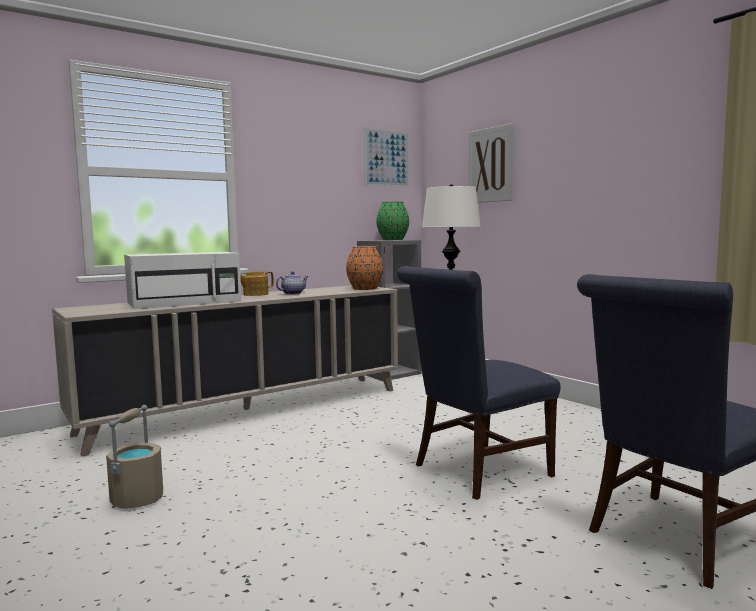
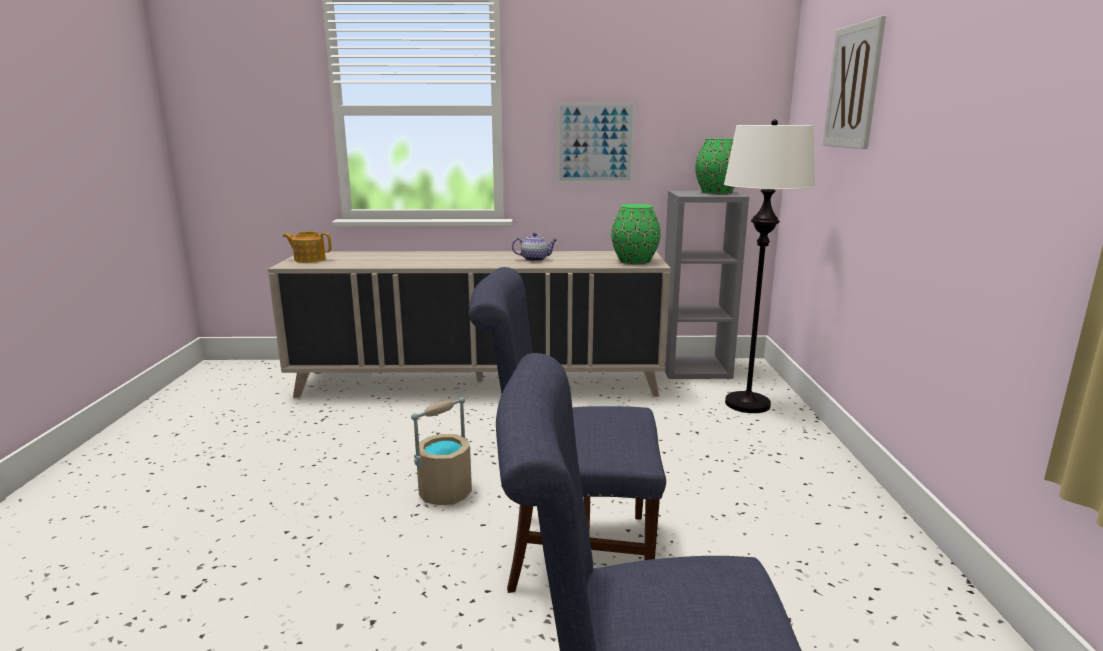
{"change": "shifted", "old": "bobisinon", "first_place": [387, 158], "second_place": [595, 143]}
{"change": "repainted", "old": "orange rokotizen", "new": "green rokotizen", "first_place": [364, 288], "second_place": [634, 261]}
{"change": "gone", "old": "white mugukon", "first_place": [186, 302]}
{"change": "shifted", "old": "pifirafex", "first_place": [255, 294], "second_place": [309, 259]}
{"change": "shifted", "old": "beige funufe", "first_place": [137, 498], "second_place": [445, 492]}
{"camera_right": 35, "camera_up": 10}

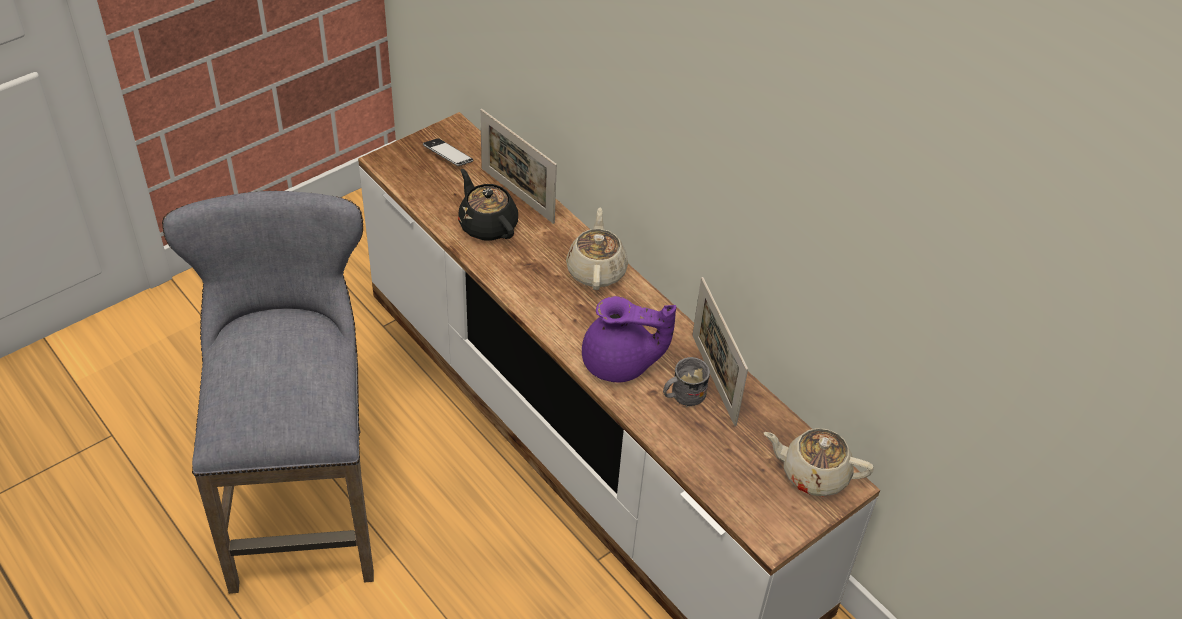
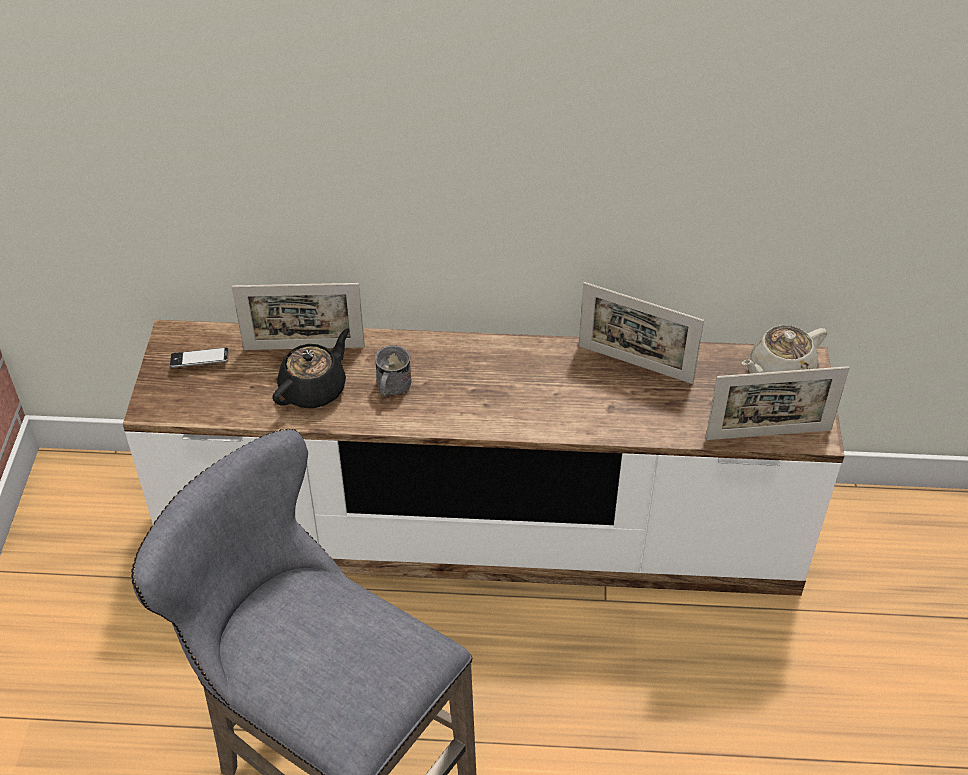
{"change": "rotated", "old": "black pifirafex", "first_place": [487, 224], "second_place": [314, 389], "degrees": 120}
{"change": "gone", "old": "beige pifirafex", "first_place": [596, 270]}
{"change": "gone", "old": "purple pifirafex", "first_place": [620, 364]}
{"change": "shifted", "old": "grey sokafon", "first_place": [682, 395], "second_place": [391, 388]}
{"change": "new", "new": "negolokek", "second_place": [768, 434]}
{"camera_right": -45, "camera_up": 0}

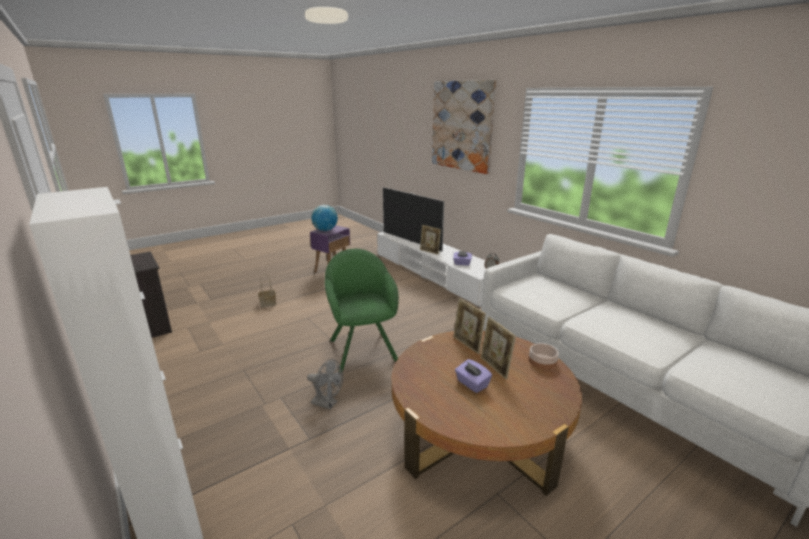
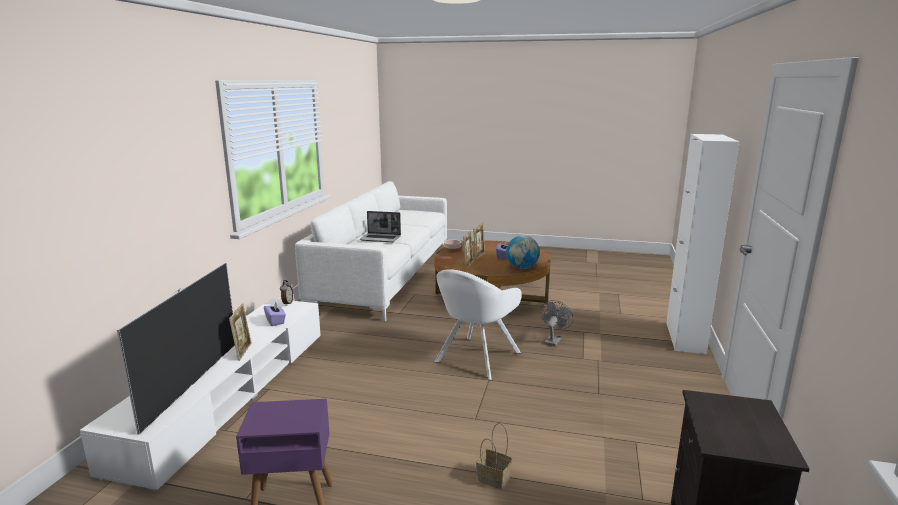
{"change": "gone", "old": "bobisinon", "first_place": [462, 126]}
{"change": "shifted", "old": "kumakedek", "first_place": [325, 230], "second_place": [522, 268]}
{"change": "repainted", "old": "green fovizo", "new": "white fovizo", "first_place": [362, 348], "second_place": [475, 359]}
{"change": "rotated", "old": "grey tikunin", "first_place": [327, 403], "second_place": [553, 340], "degrees": 45}
{"change": "new", "new": "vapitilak", "second_place": [381, 238]}
{"camera_right": -130, "camera_up": -5}

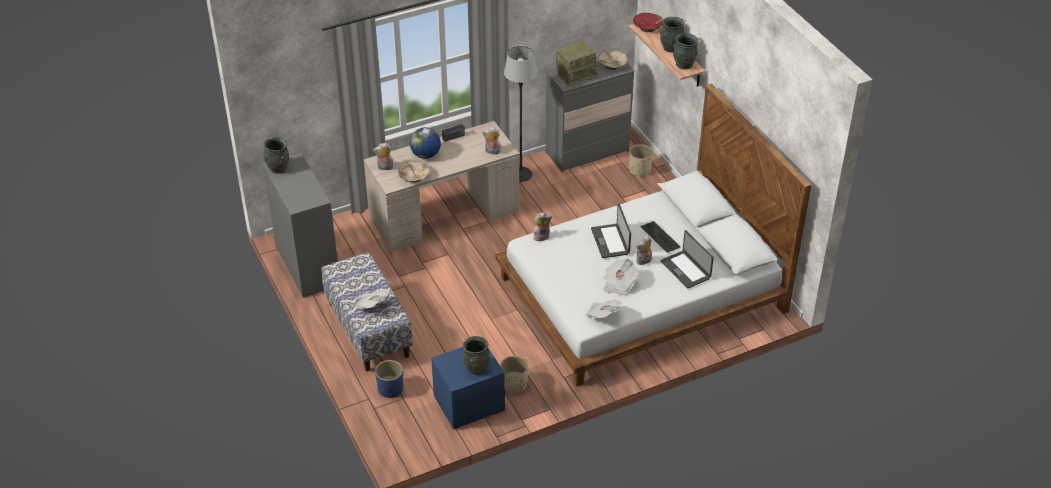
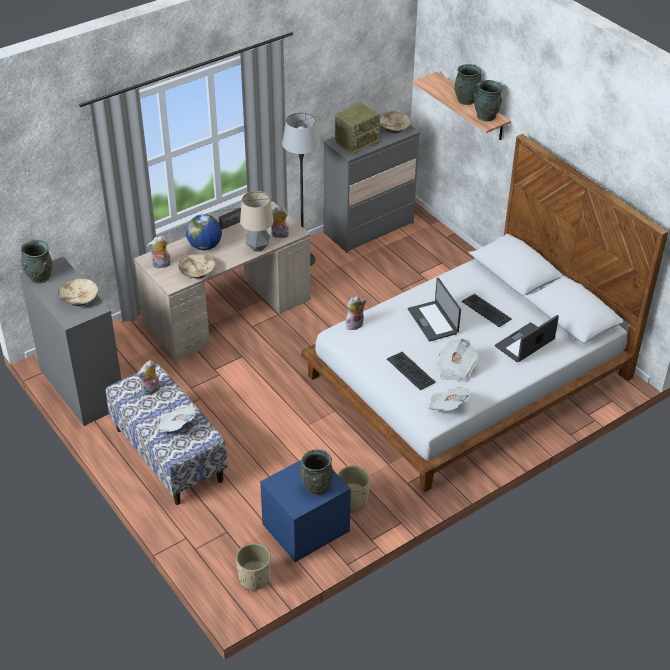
{"change": "gone", "old": "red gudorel", "first_place": [648, 27]}
{"change": "shifted", "old": "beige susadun", "first_place": [639, 170], "second_place": [254, 578]}
{"change": "rotated", "old": "vapitilak", "first_place": [686, 269], "second_place": [525, 344], "degrees": 90}
{"change": "shifted", "old": "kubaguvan", "first_place": [644, 261], "second_place": [151, 391]}
{"change": "gone", "old": "blue susadun", "first_place": [390, 389]}
{"change": "new", "new": "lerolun", "second_place": [257, 247]}
{"change": "new", "new": "beige gudorel", "second_place": [79, 299]}
{"change": "new", "new": "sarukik", "second_place": [411, 371]}
{"camera_right": -10, "camera_up": 0}

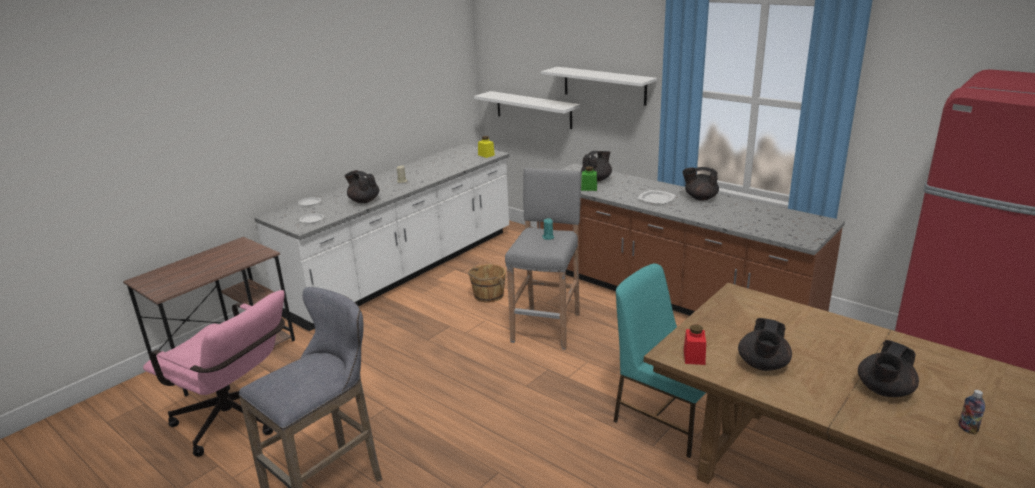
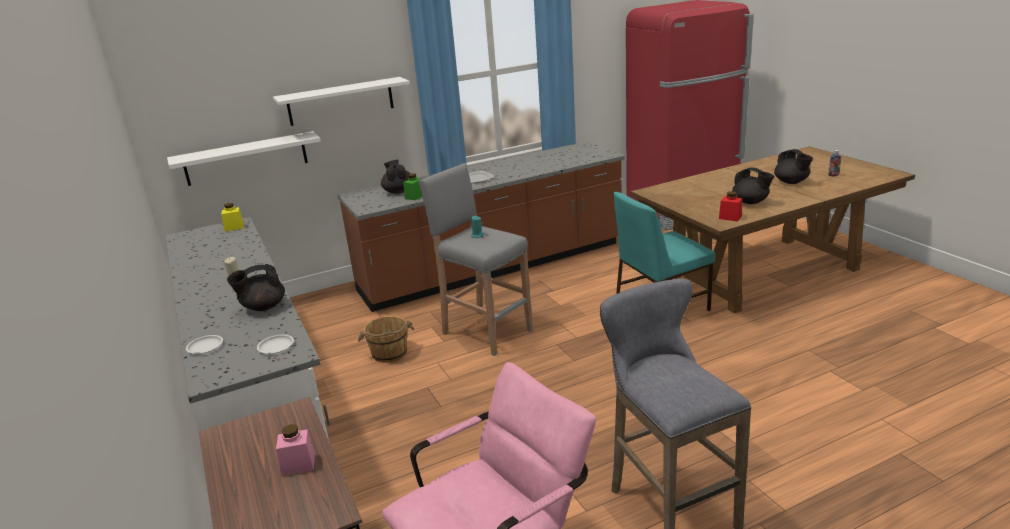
{"change": "gone", "old": "black pifirafex", "first_place": [700, 198]}
{"change": "new", "new": "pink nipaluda", "second_place": [298, 464]}
{"camera_right": -65, "camera_up": 0}

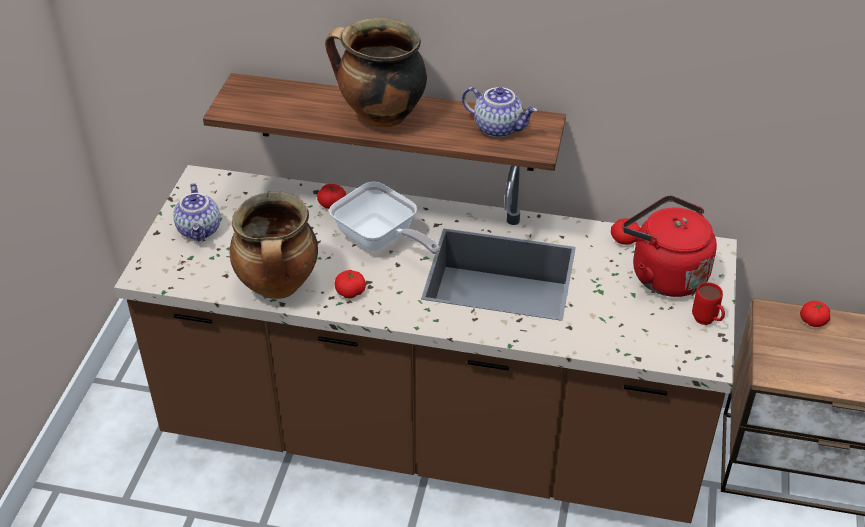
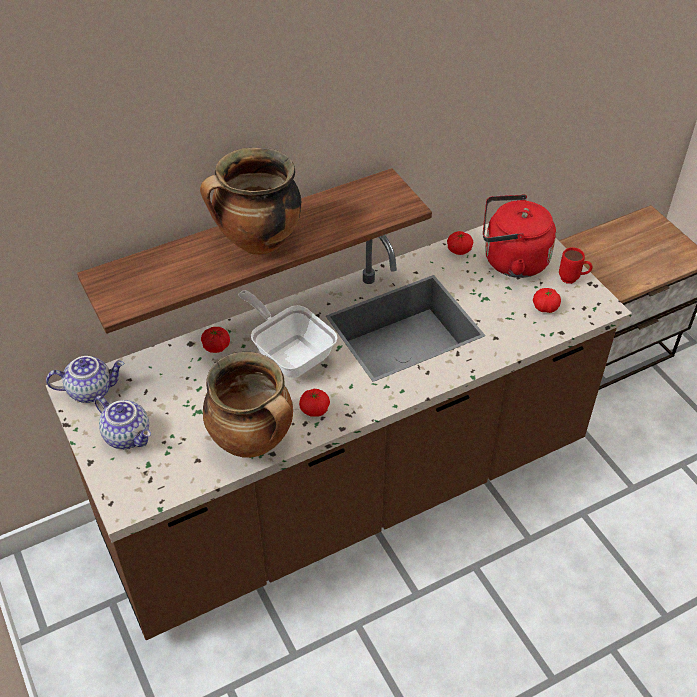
{"change": "shifted", "old": "pifirafex", "first_place": [499, 128], "second_place": [91, 390]}
{"change": "rotated", "old": "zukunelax", "first_place": [380, 241], "second_place": [290, 354], "degrees": -135}
{"change": "shifted", "old": "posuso", "first_place": [813, 321], "second_place": [545, 307]}
{"camera_right": -40, "camera_up": 5}

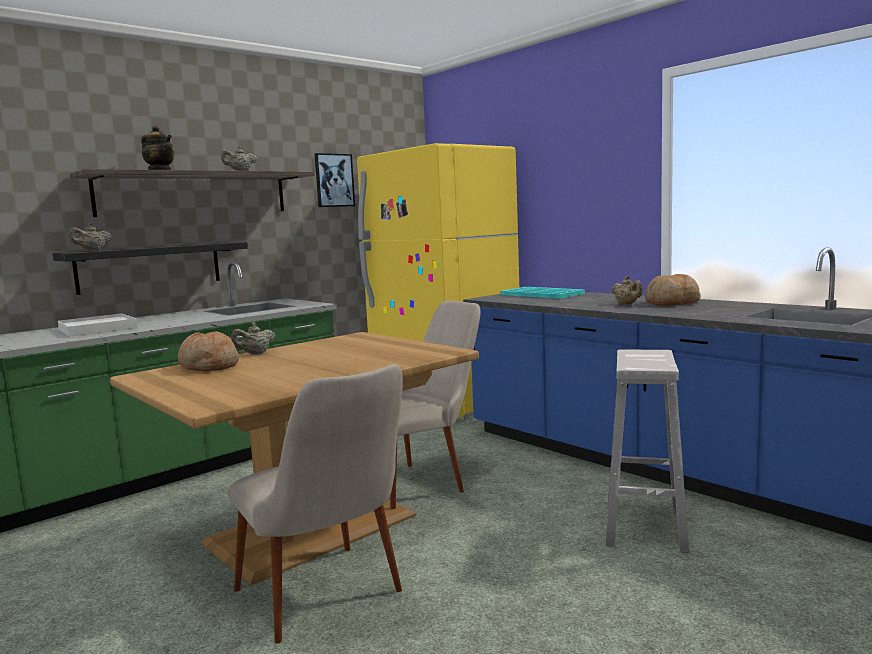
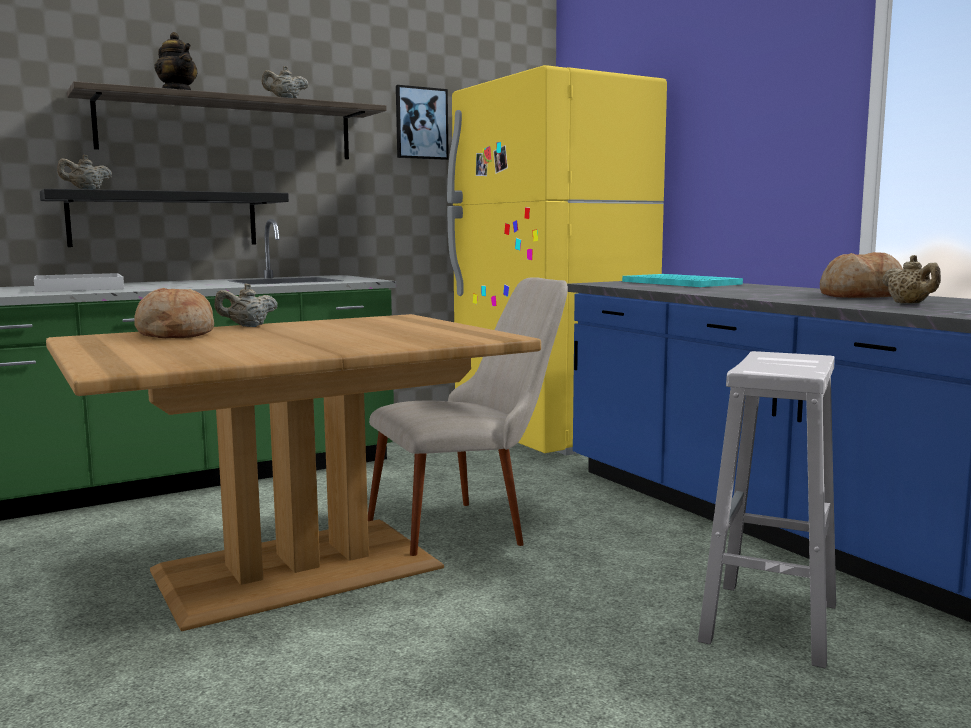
{"change": "shifted", "old": "beige pifirafex", "first_place": [627, 304], "second_place": [909, 304]}
{"change": "gone", "old": "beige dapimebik", "first_place": [330, 603]}
{"camera_right": 10, "camera_up": 0}

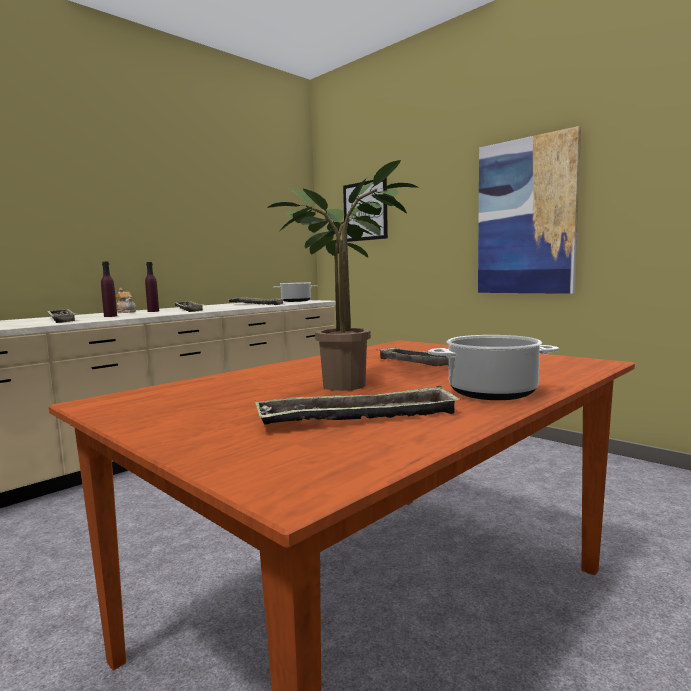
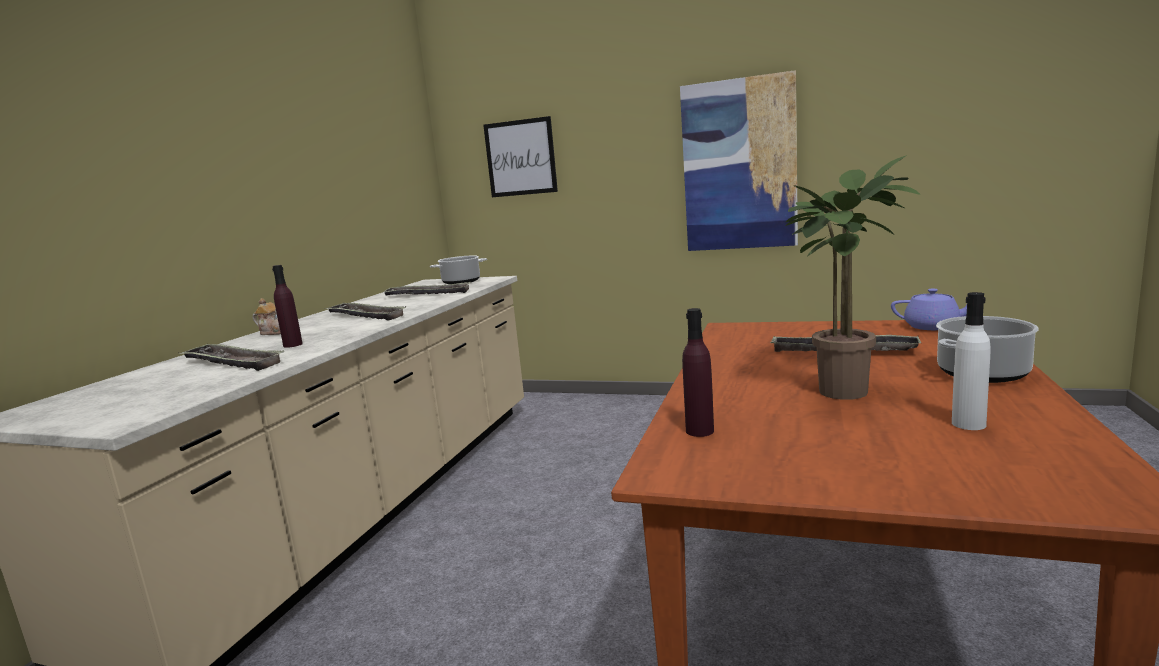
{"change": "shifted", "old": "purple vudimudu", "first_place": [153, 311], "second_place": [699, 431]}
{"change": "swapped", "old": "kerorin", "new": "white vudimudu", "first_place": [359, 417], "second_place": [968, 424]}
{"change": "new", "new": "purple pifirafex", "second_place": [933, 327]}
{"camera_right": -25, "camera_up": 5}

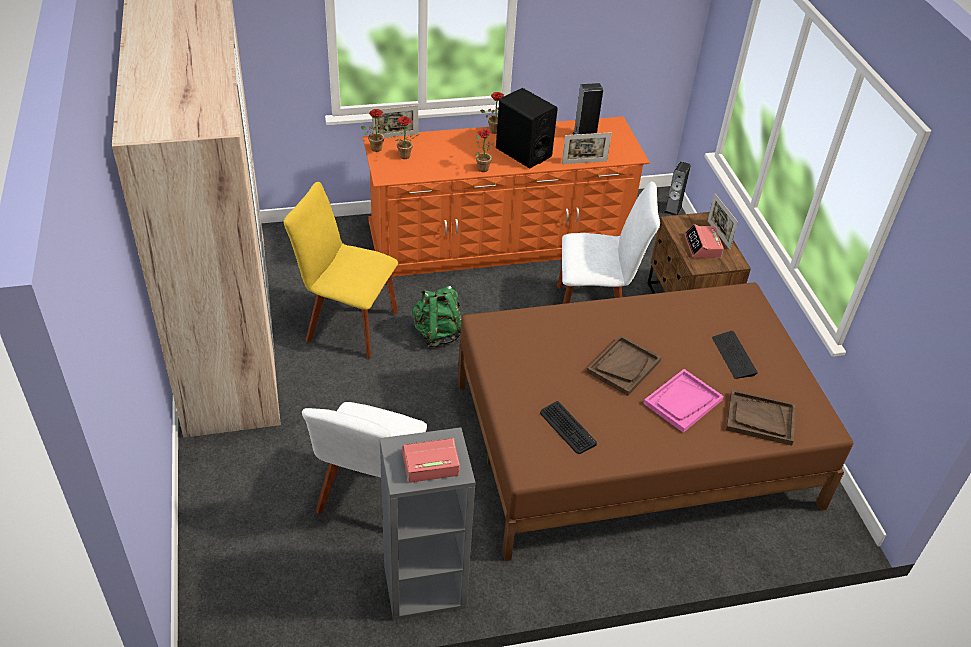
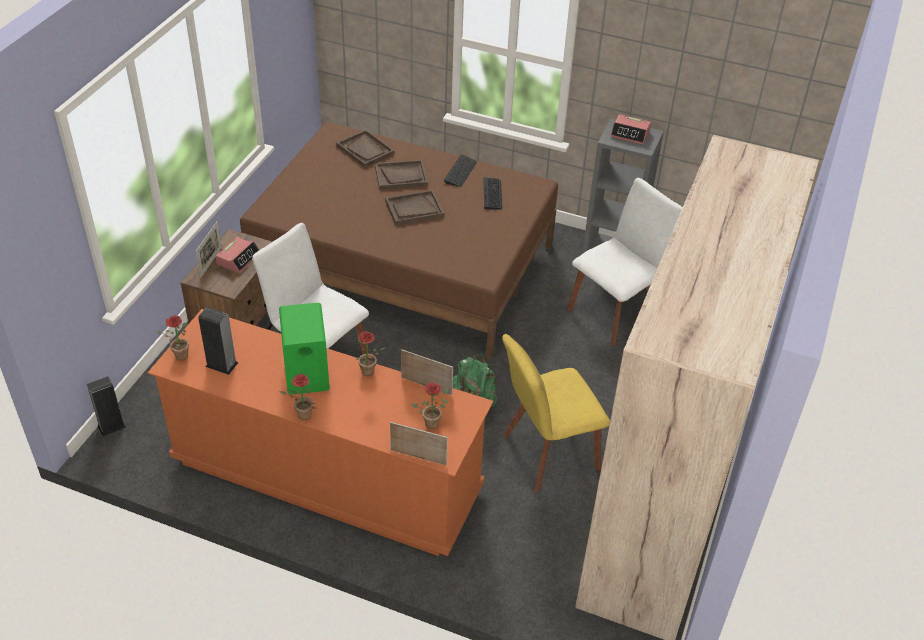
{"change": "repainted", "old": "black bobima", "new": "green bobima", "first_place": [523, 152], "second_place": [306, 373]}
{"change": "shifted", "old": "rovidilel", "first_place": [378, 147], "second_place": [178, 356]}
{"change": "shifted", "old": "negolokek", "first_place": [584, 162], "second_place": [426, 386]}
{"change": "rotated", "old": "yellow dapimebik", "first_place": [348, 324], "second_place": [546, 454], "degrees": 105}
{"change": "shifted", "old": "sarukik", "first_place": [733, 356], "second_place": [460, 172]}
{"change": "repainted", "old": "pink kerorin", "new": "brown kerorin", "first_place": [683, 402], "second_place": [401, 176]}
{"camera_right": -145, "camera_up": 0}

